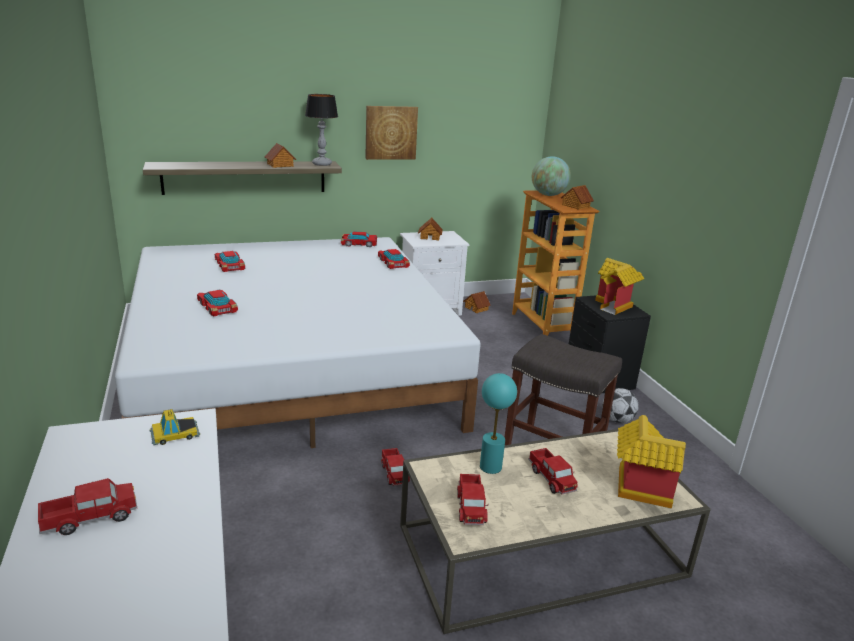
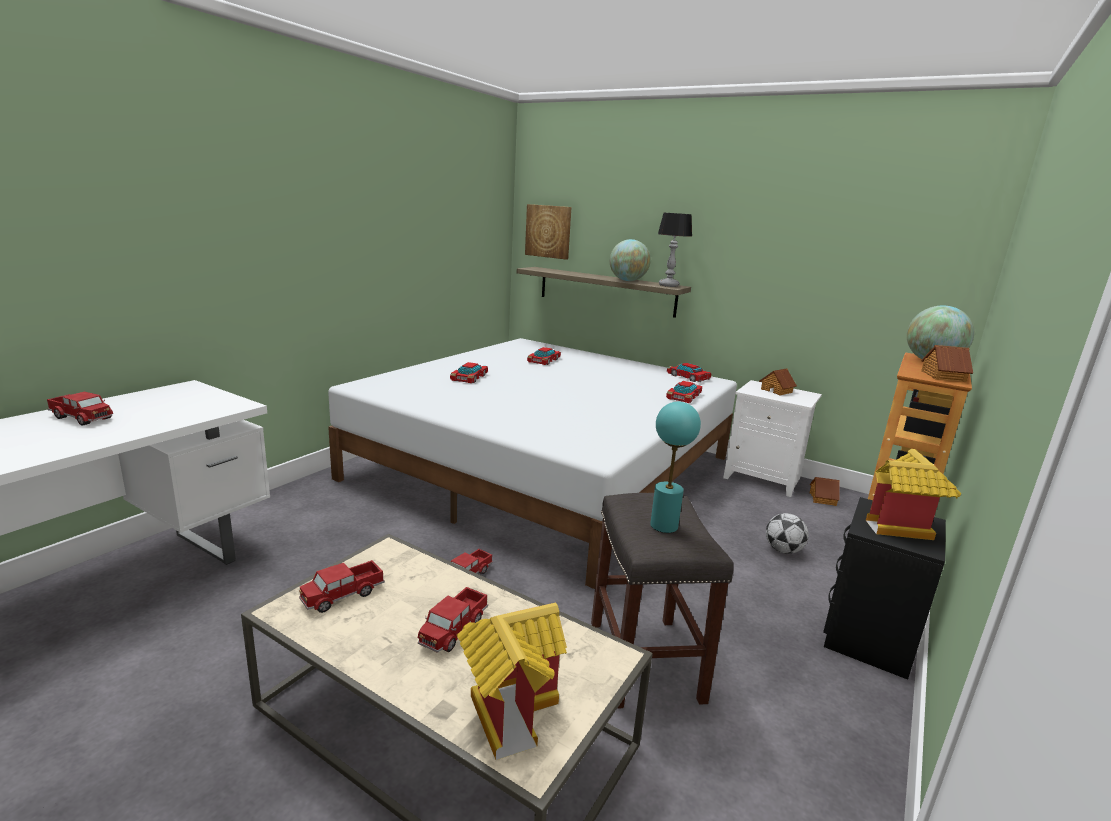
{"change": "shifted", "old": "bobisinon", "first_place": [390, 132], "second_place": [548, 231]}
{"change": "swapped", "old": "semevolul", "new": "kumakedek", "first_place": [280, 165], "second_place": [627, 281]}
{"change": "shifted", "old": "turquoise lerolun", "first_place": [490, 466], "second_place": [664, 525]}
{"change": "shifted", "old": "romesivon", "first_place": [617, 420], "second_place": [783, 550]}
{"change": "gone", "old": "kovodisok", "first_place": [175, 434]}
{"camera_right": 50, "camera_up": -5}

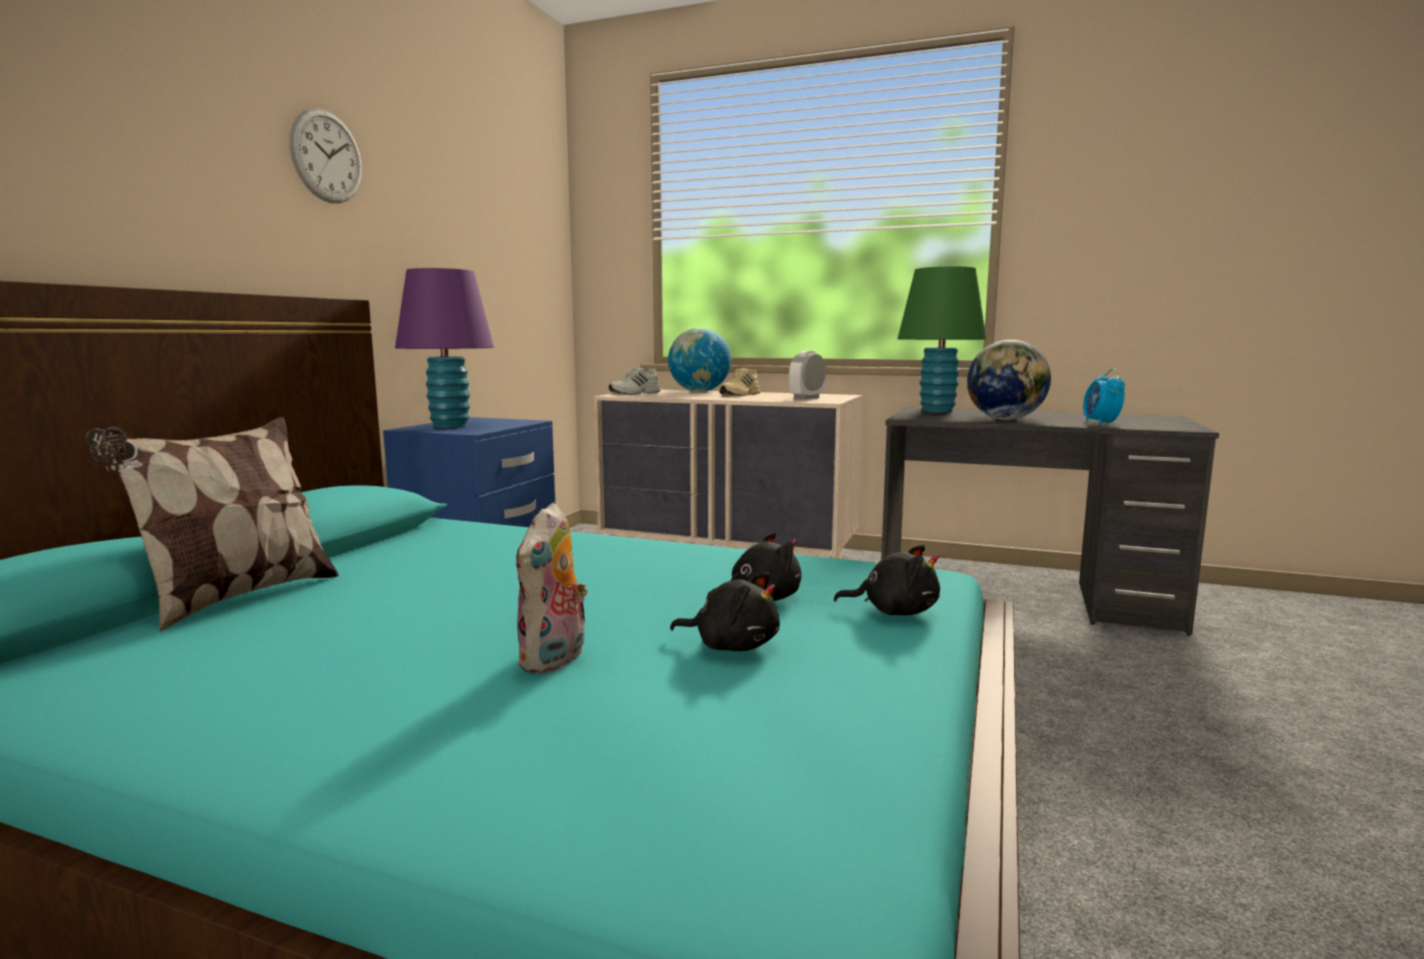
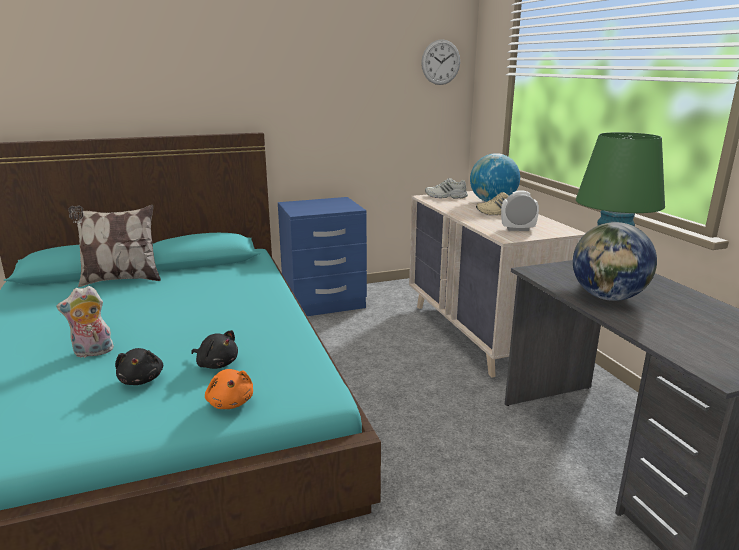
{"change": "shifted", "old": "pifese", "first_place": [327, 156], "second_place": [440, 62]}
{"change": "gone", "old": "purple lerolun", "first_place": [450, 426]}
{"change": "gone", "old": "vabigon", "first_place": [1101, 423]}
{"change": "repainted", "old": "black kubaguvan", "new": "orange kubaguvan", "first_place": [894, 611], "second_place": [230, 402]}
{"camera_right": 50, "camera_up": 10}

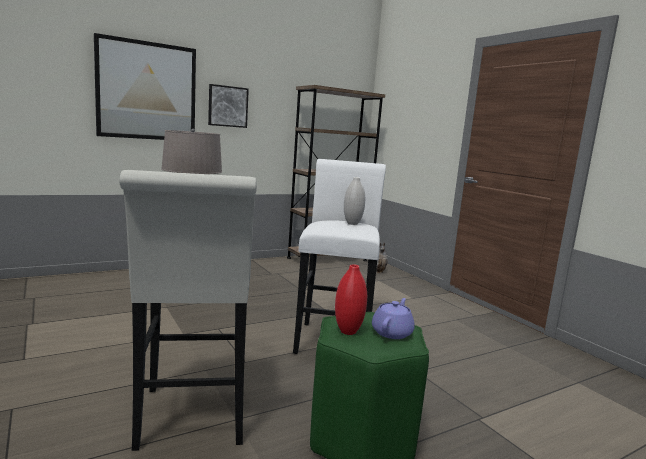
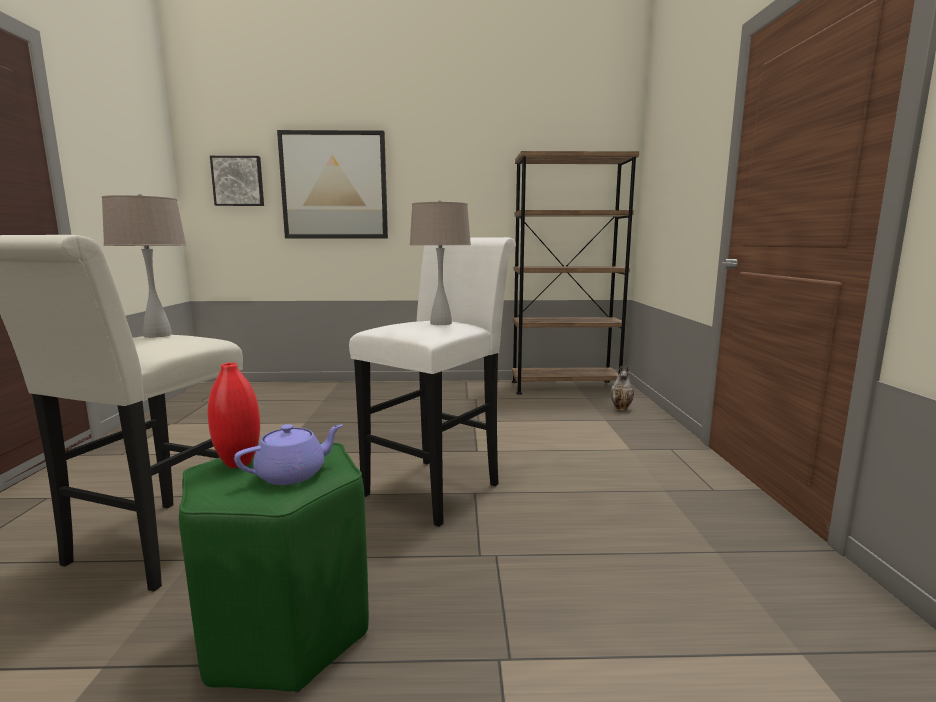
{"change": "shifted", "old": "bobisinon", "first_place": [227, 106], "second_place": [238, 181]}
{"change": "swapped", "old": "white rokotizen", "new": "beige lerolun", "first_place": [352, 223], "second_place": [441, 323]}
{"camera_right": 30, "camera_up": 0}

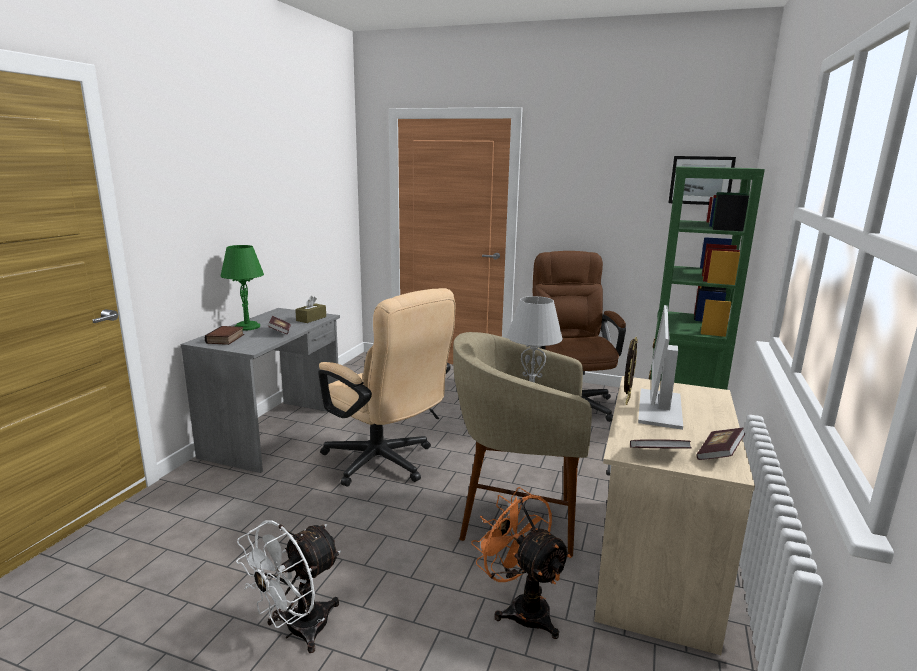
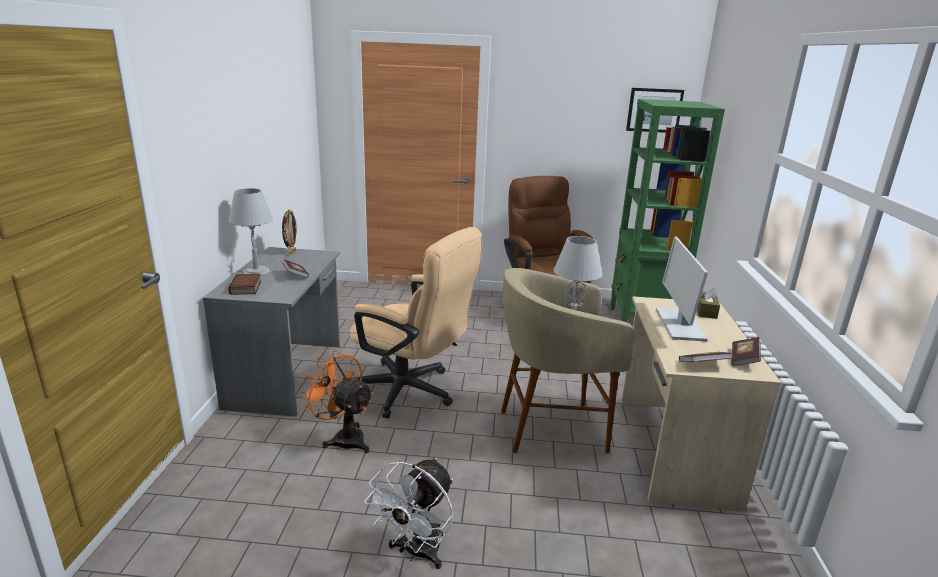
{"change": "repainted", "old": "green lerolun", "new": "grey lerolun", "first_place": [247, 327], "second_place": [256, 272]}
{"change": "shifted", "old": "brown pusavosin", "first_place": [311, 319], "second_place": [706, 311]}
{"change": "shifted", "old": "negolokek", "first_place": [626, 400], "second_place": [291, 253]}
{"change": "shifted", "old": "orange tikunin", "first_place": [521, 608], "second_place": [343, 438]}
{"camera_right": -15, "camera_up": 5}

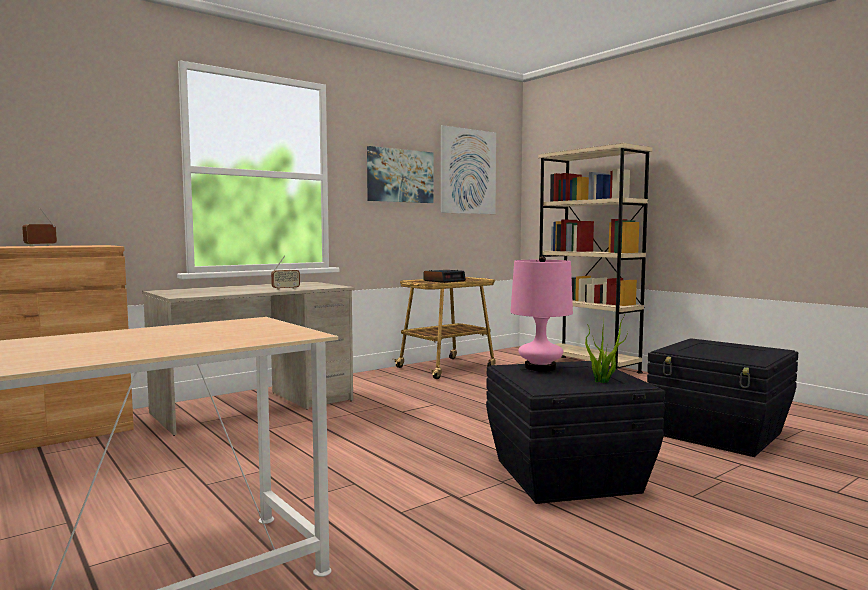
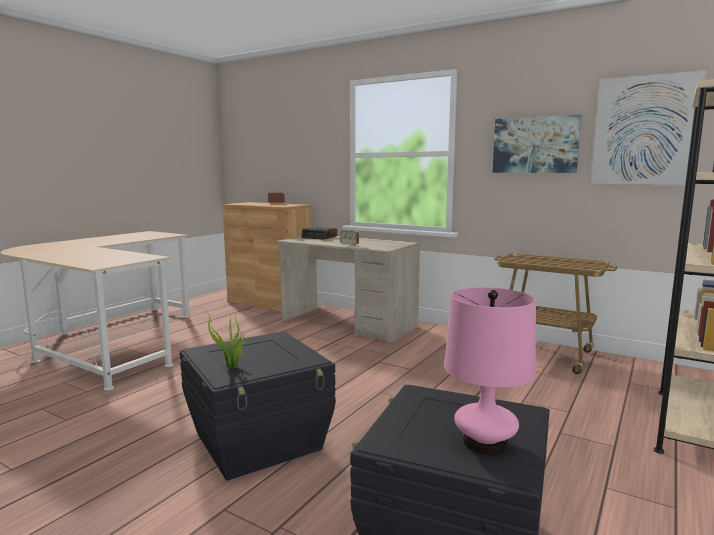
{"change": "shifted", "old": "pink lerolun", "first_place": [540, 368], "second_place": [485, 443]}
{"change": "shifted", "old": "vabigon", "first_place": [444, 281], "second_place": [320, 237]}
{"camera_right": 70, "camera_up": 5}

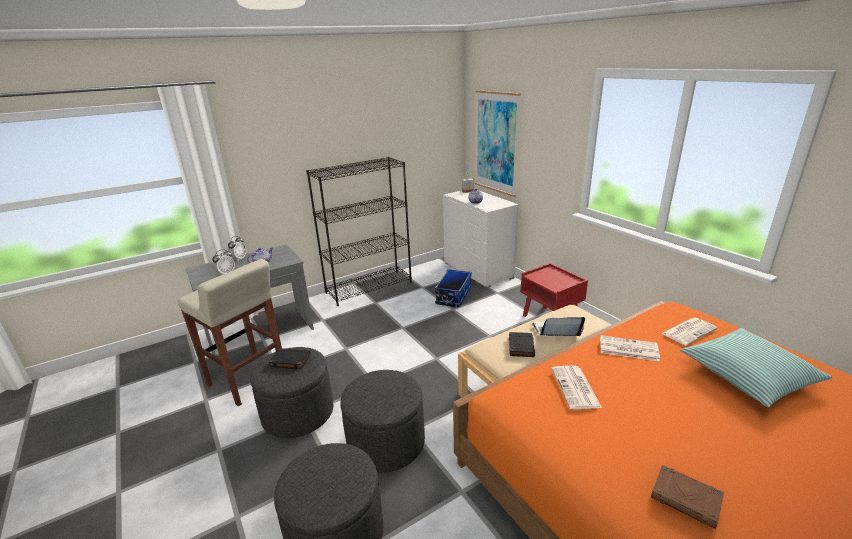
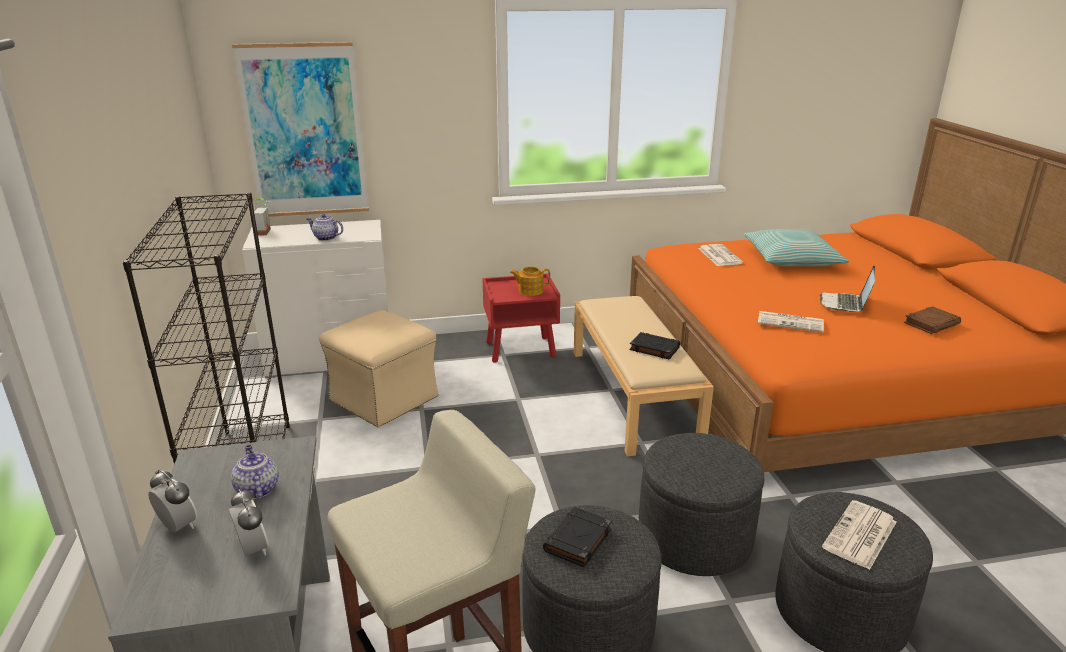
{"change": "swapped", "old": "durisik", "new": "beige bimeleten", "first_place": [453, 296], "second_place": [383, 398]}
{"change": "shifted", "old": "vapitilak", "first_place": [555, 332], "second_place": [845, 304]}
{"change": "shifted", "old": "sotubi", "first_place": [627, 349], "second_place": [860, 536]}
{"change": "new", "new": "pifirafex", "second_place": [530, 290]}
{"camera_right": -70, "camera_up": 0}

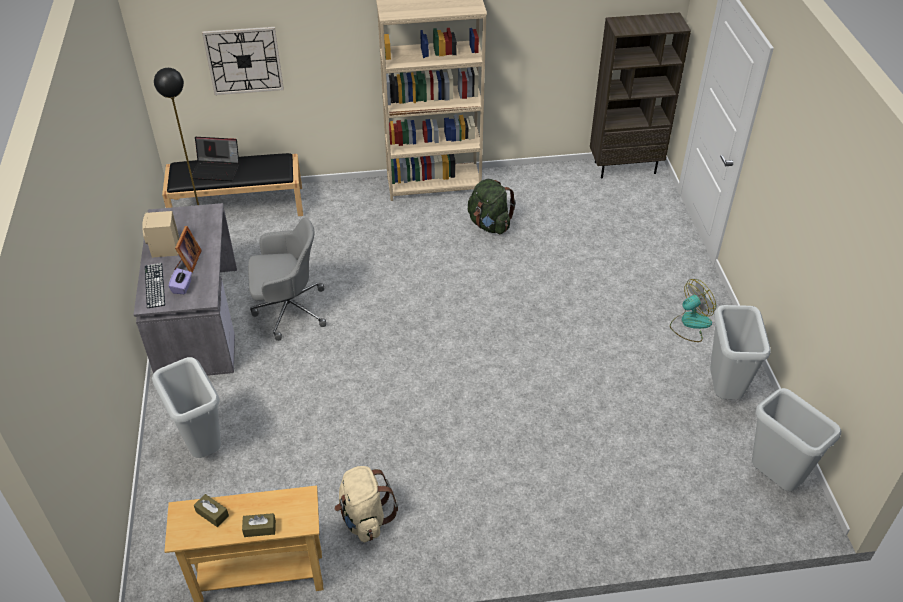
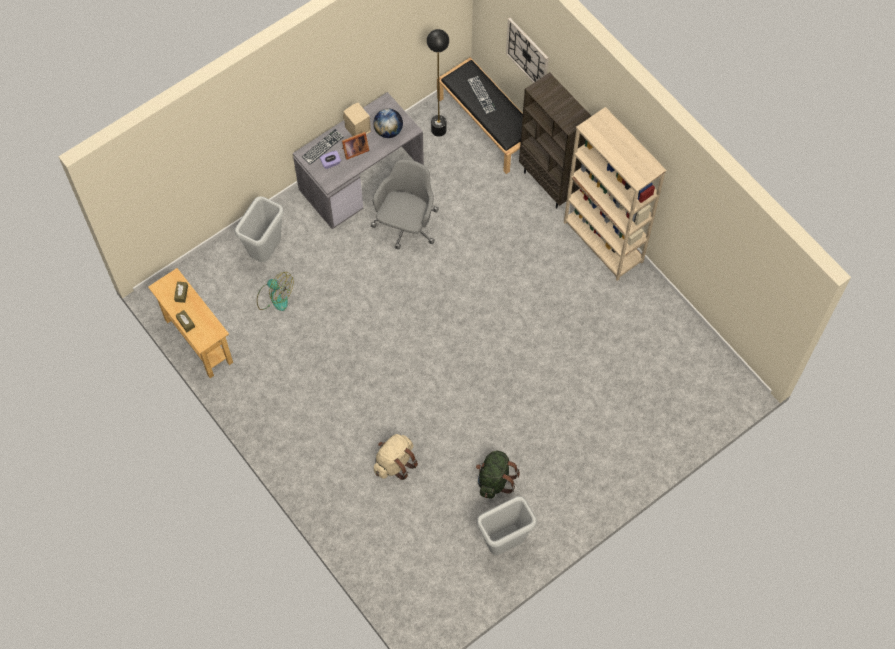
{"change": "shifted", "old": "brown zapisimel", "first_place": [625, 167], "second_place": [550, 183]}
{"change": "swapped", "old": "vapitilak", "new": "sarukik", "first_place": [217, 169], "second_place": [481, 94]}
{"change": "shifted", "old": "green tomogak", "first_place": [489, 224], "second_place": [494, 480]}
{"change": "rotated", "old": "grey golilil", "first_place": [288, 309], "second_place": [406, 225], "degrees": -120}
{"change": "shifted", "old": "tikunin", "first_place": [690, 324], "second_place": [274, 297]}
{"change": "gone", "old": "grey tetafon", "first_place": [773, 479]}
{"change": "shifted", "old": "beige tomogak", "first_place": [364, 518], "second_place": [394, 463]}
{"change": "new", "new": "kumakedek", "second_place": [388, 131]}
{"camera_right": 60, "camera_up": 20}

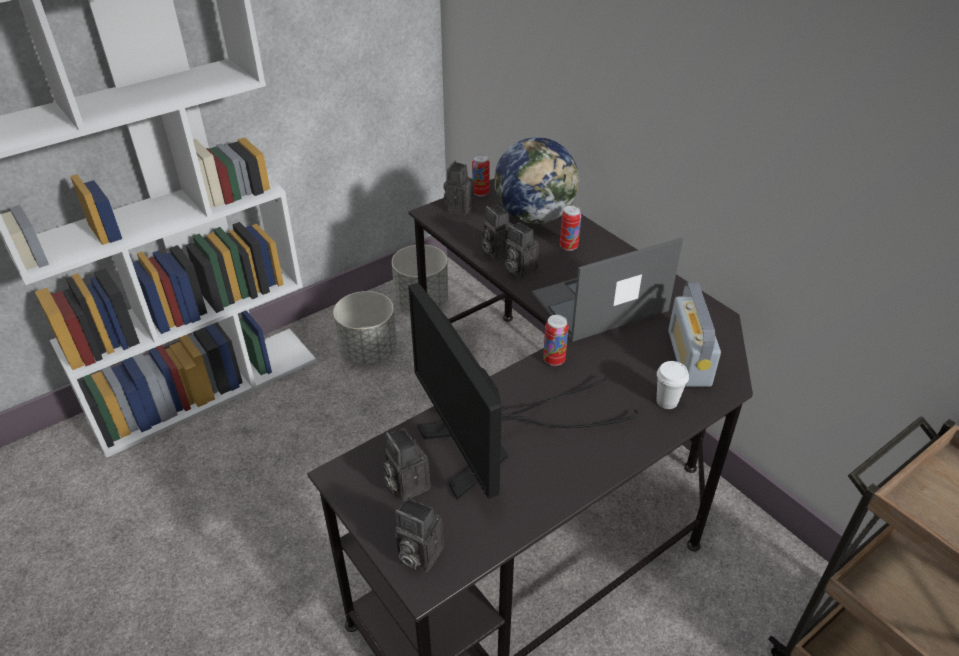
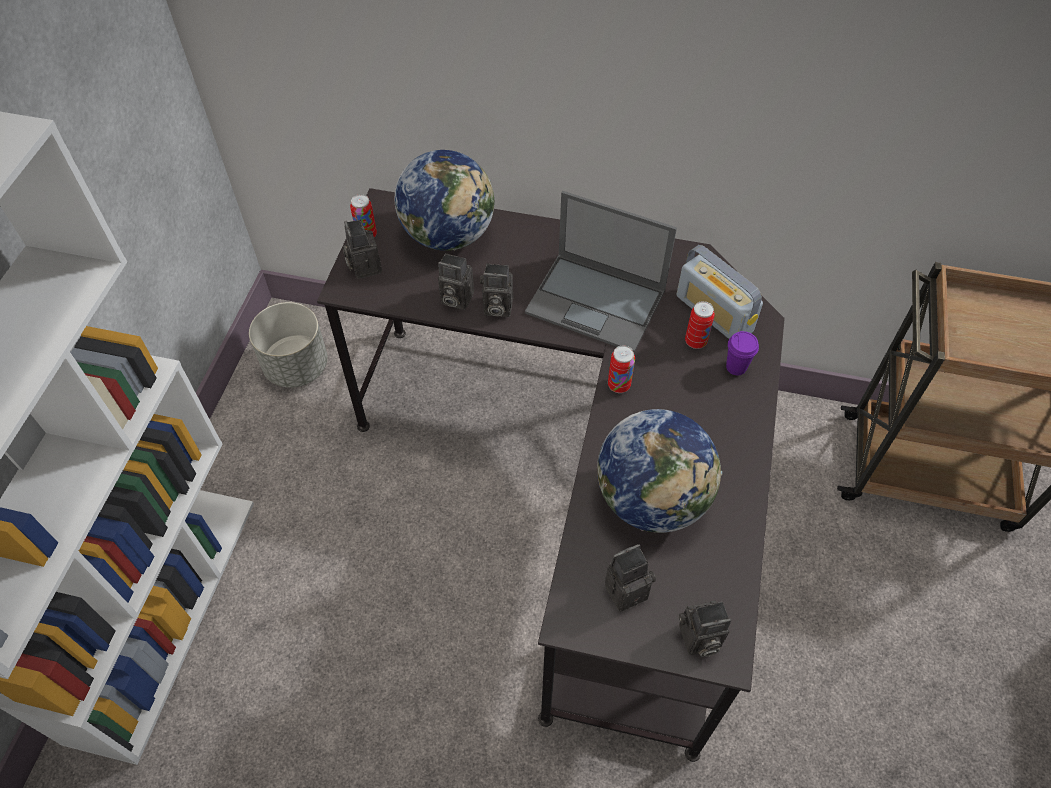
{"change": "shifted", "old": "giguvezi", "first_place": [568, 246], "second_place": [695, 341]}
{"change": "rotated", "old": "vapitilak", "first_place": [598, 303], "second_place": [597, 302], "degrees": -90}
{"change": "swapped", "old": "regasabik", "new": "kumakedek", "first_place": [494, 442], "second_place": [652, 499]}
{"change": "gone", "old": "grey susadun", "first_place": [369, 351]}
{"change": "repainted", "old": "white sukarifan", "new": "purple sukarifan", "first_place": [667, 401], "second_place": [736, 367]}
{"change": "rotated", "old": "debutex", "first_place": [405, 483], "second_place": [626, 588], "degrees": 135}
{"camera_right": -40, "camera_up": 15}

